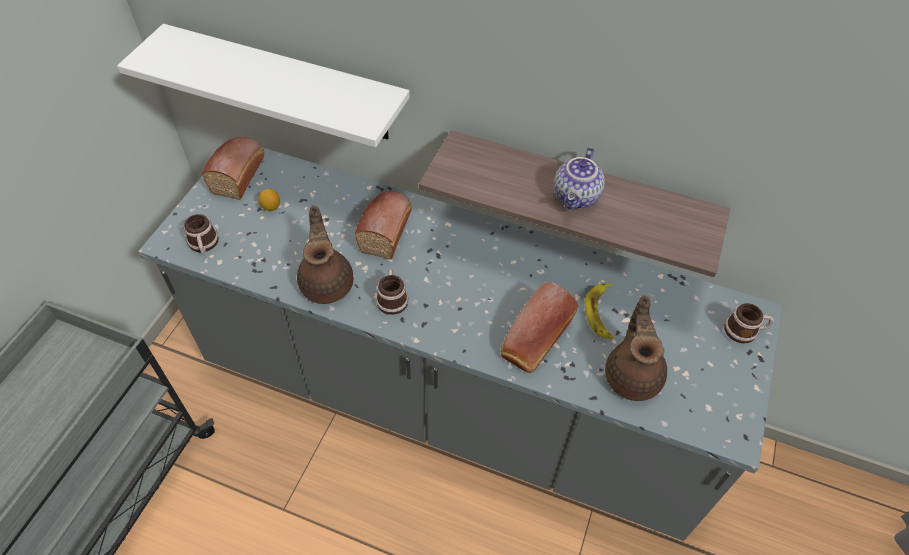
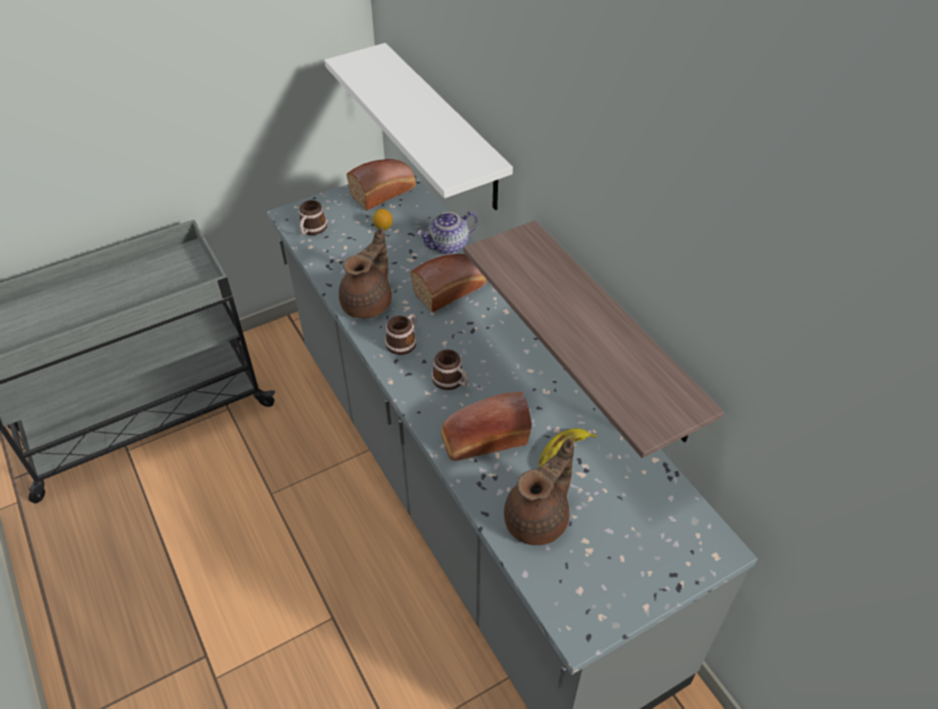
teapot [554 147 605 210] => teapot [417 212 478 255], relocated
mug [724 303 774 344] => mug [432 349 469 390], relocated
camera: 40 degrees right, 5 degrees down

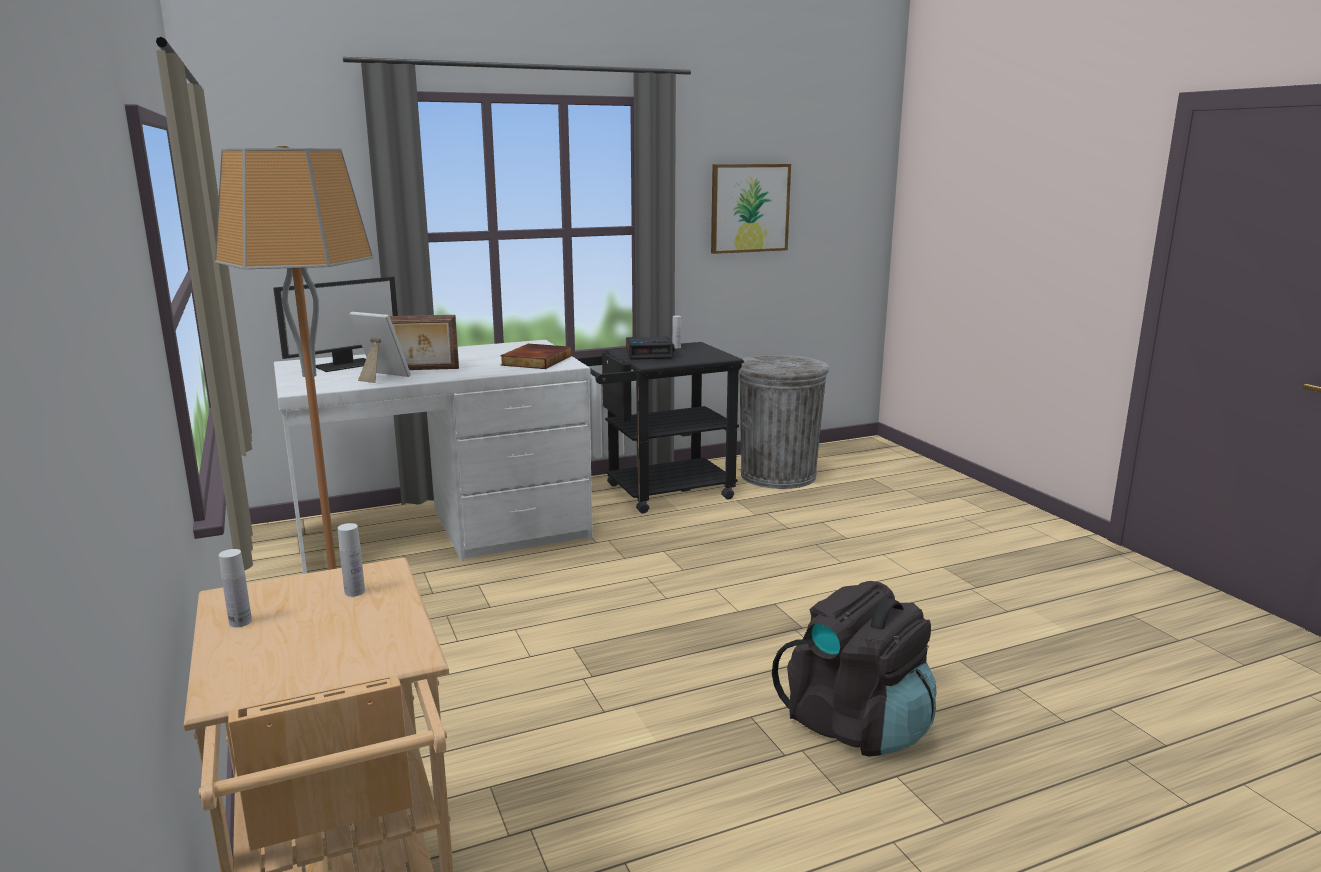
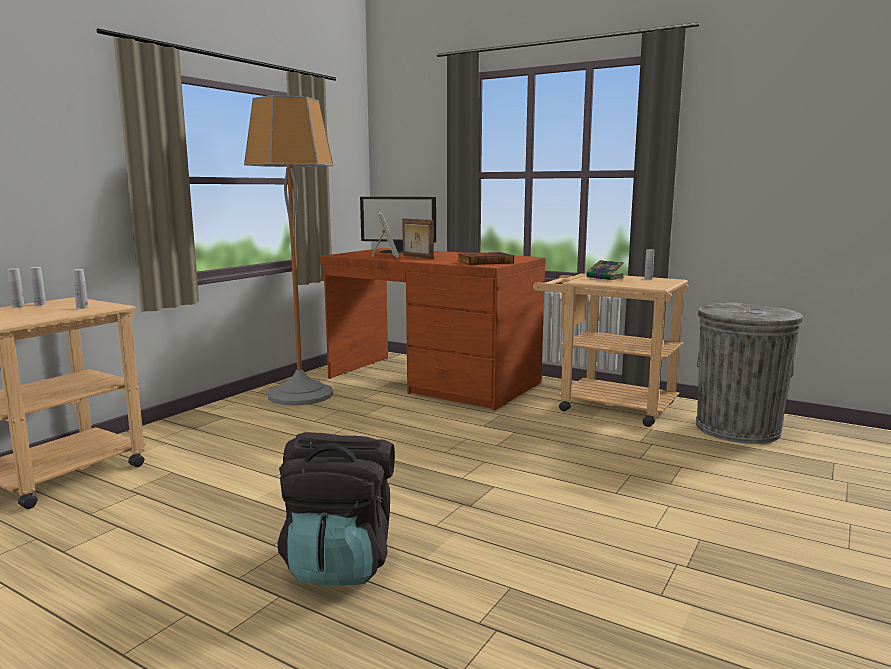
desk in white [274 340 593 574] => desk in brown [320 248 546 410]
cart in black [576 342 744 514] => cart in beige [533 273 689 427]
alarm clock [626 336 675 360] => book [586 260 624 280]
picture [711 164 791 254] => nothing
nothing => bottle in white [7 268 24 308]
camera: 55 degrees right, 5 degrees down

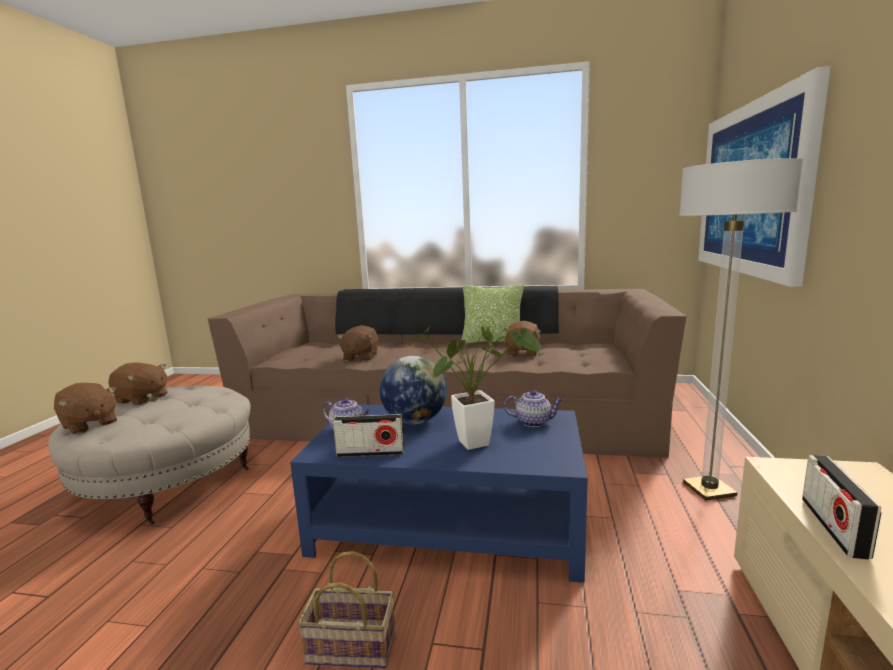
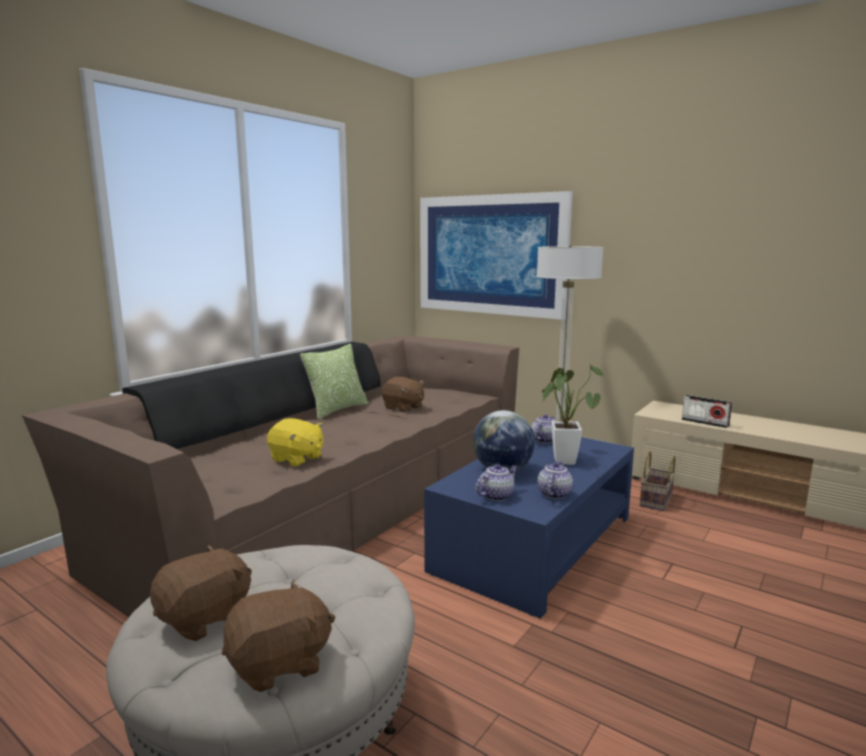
basket [297 551 395 668] => basket [639 451 675 511], relocated
radio [333 414 404 457] => teapot [537 461 573 499]
plush toy in brown [337 325 378 362] => plush toy in yellow [267 418 323 467]
camera: 65 degrees left, 0 degrees up

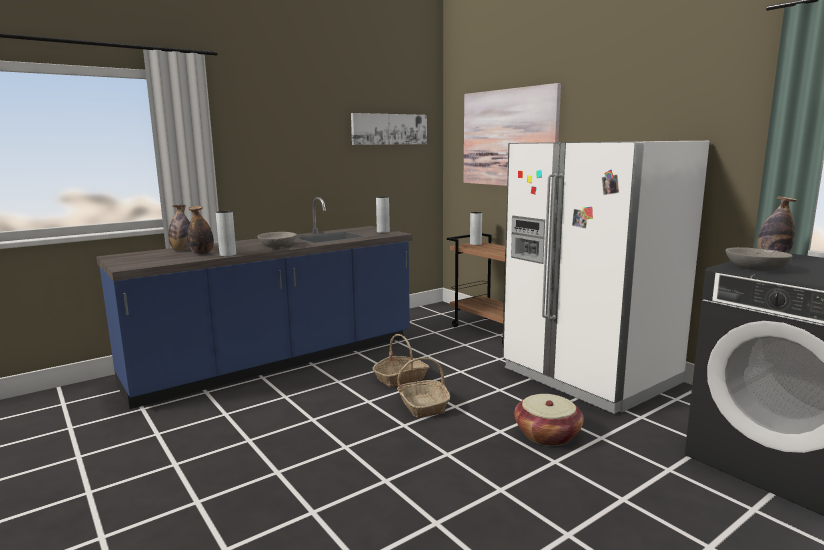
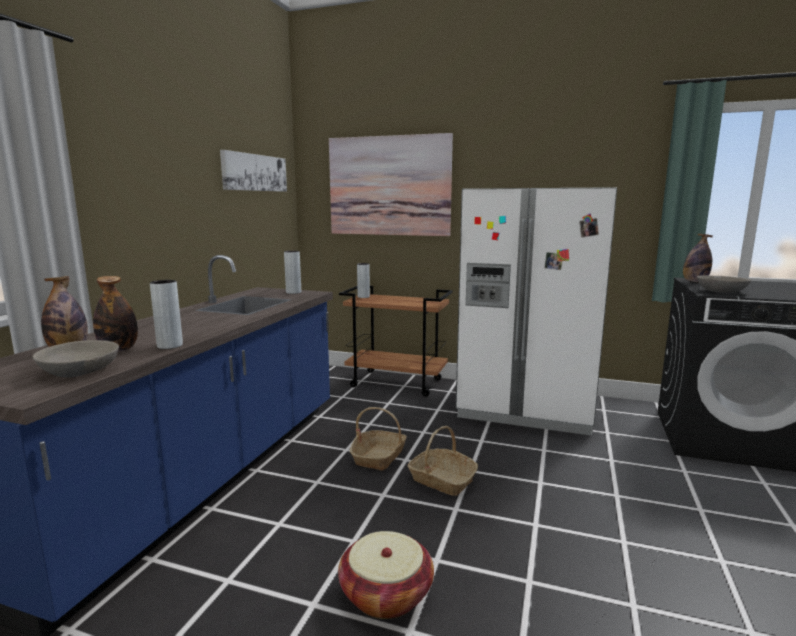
bowl in grey [258 232 297 248] => bowl in grey [32 340 119 377], relocated
basket [514 394 584 446] => basket [338 531 434 619], relocated
camera: 35 degrees left, 0 degrees up

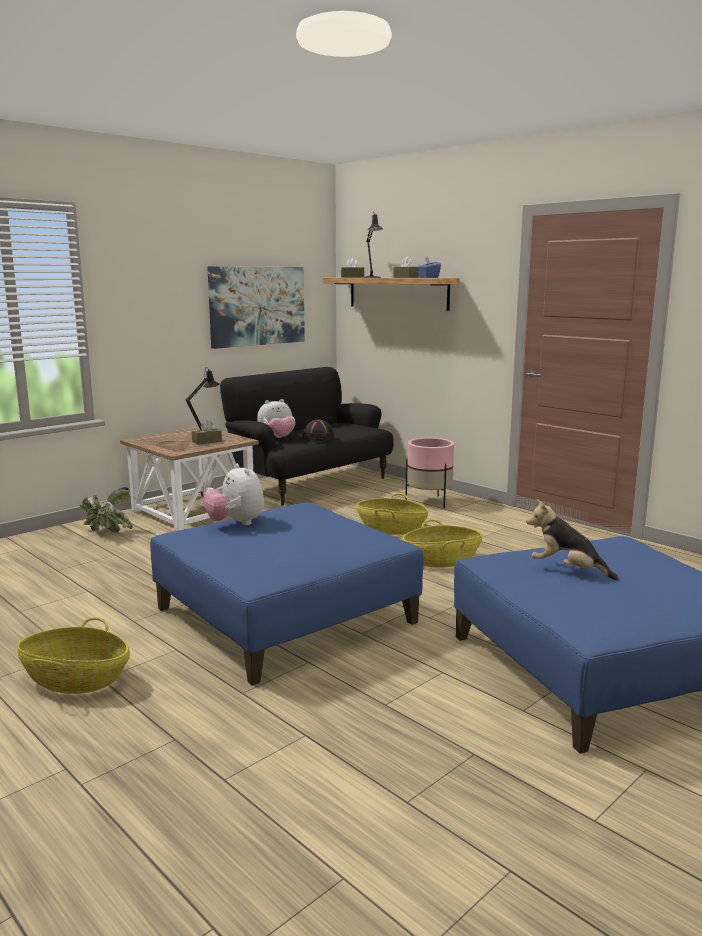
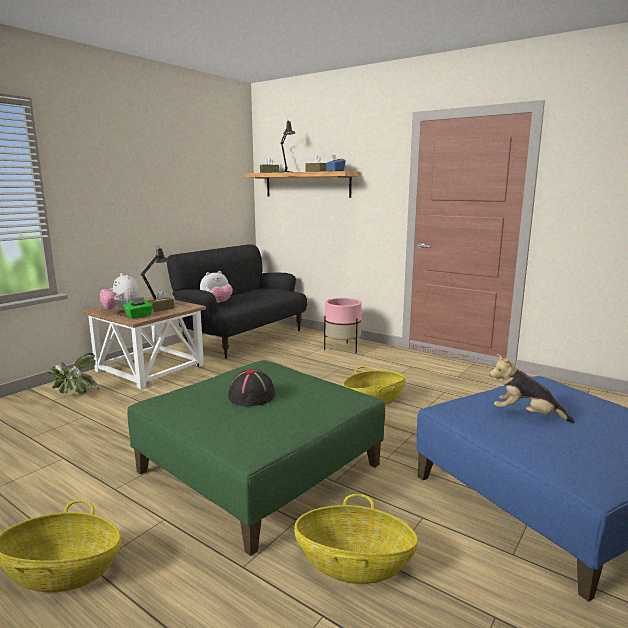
ottoman in blue [150 503 423 686] => ottoman in green [127 360 385 556]
plush toy [204 464 264 525] => plush toy [100 273 141 310], relocated
picture [207 266 305 349] => nothing
hat in black [303 419 335 442] => hat in black [228 369 276 406], relocated
basket [356 493 429 535] => basket [294 494 418 584], relocated
nothing => tissue box in green [123 297 153 318]
camera: 10 degrees left, 0 degrees up

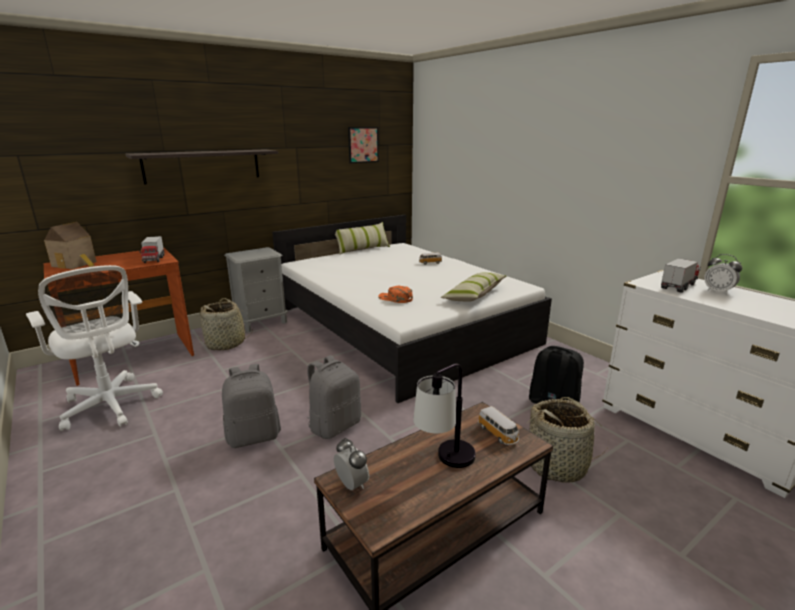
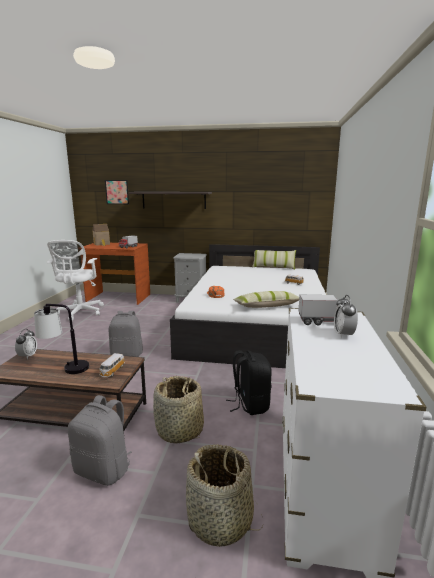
basket [198 298 253 350] => basket [186 444 263 547], relocated
backpack in grey [222 364 281 448] => backpack in grey [68 395 132 486], relocated
picture [348 127 379 163] => picture [105 180 129 204], relocated
camera: 45 degrees right, 5 degrees down

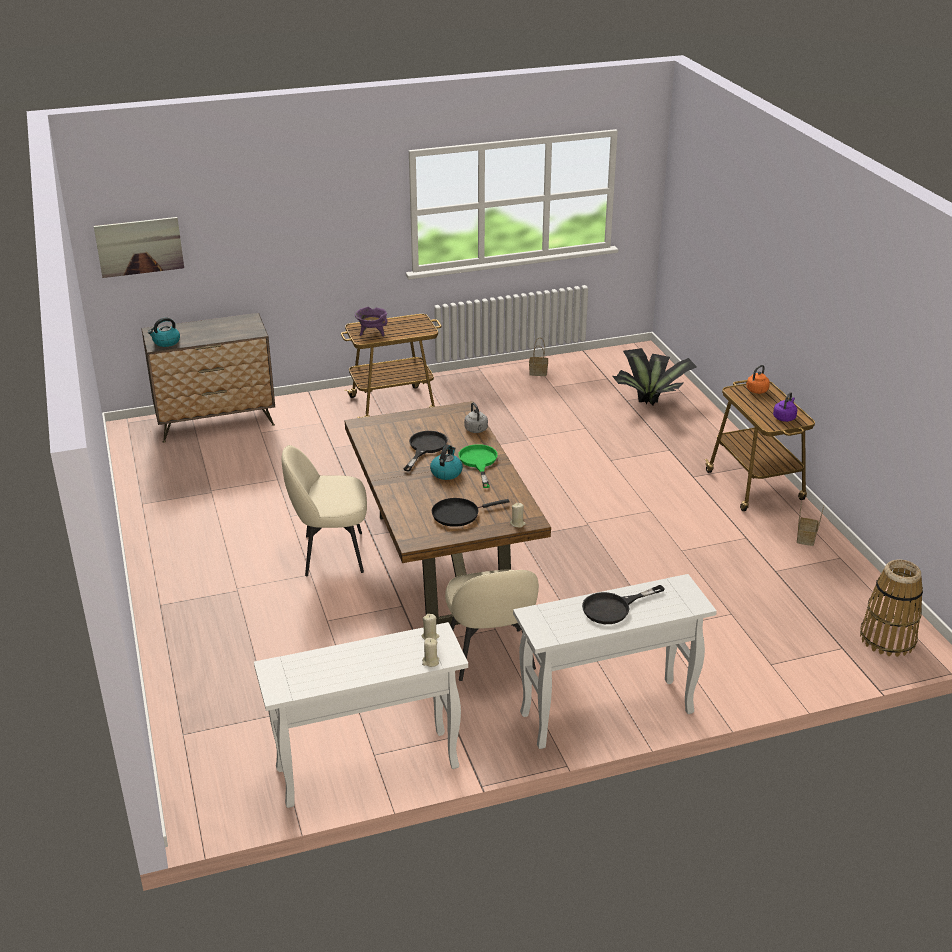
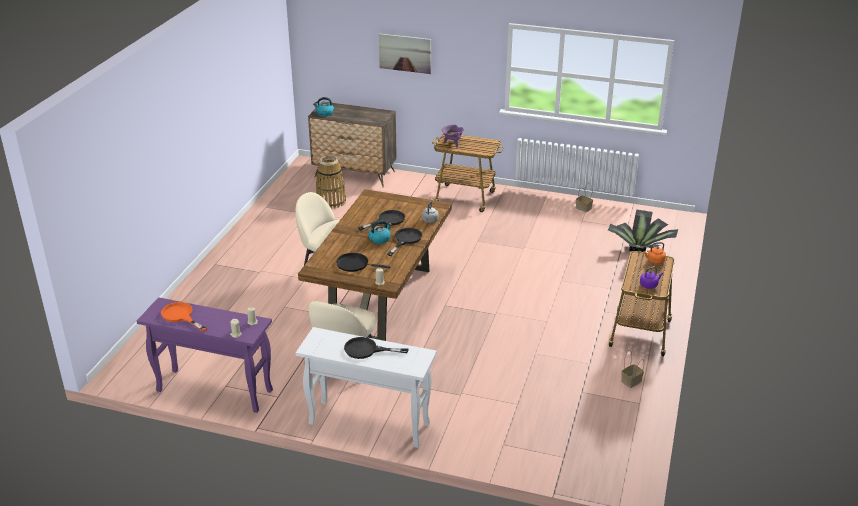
picture [94 217 184 278] => picture [379 33 431 74], relocated
console table in white [254 622 468 808] => console table in purple [137 297 273 413]
frying pan in green [458 444 498 488] => frying pan in black [387 228 422 256]
basket [860 560 923 657] => basket [316 155 346 209], relocated
nothing => frying pan in orange [161 302 207 332]
camera: 35 degrees right, 0 degrees up

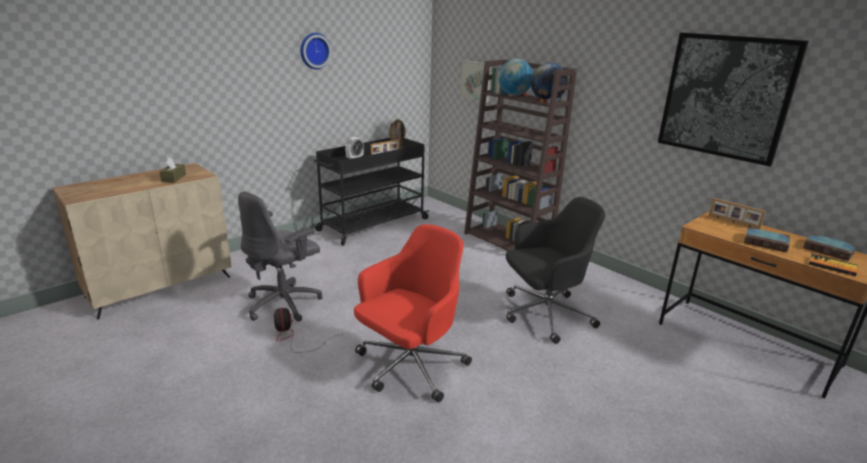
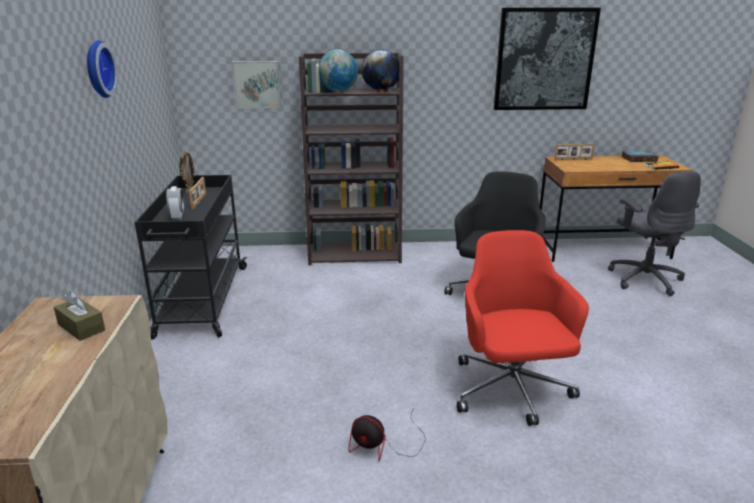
office chair in grey [238 191 322 322] => office chair in grey [608 171 701 296], relocated
book [744 227 790 253] => nothing
camera: 50 degrees left, 0 degrees up

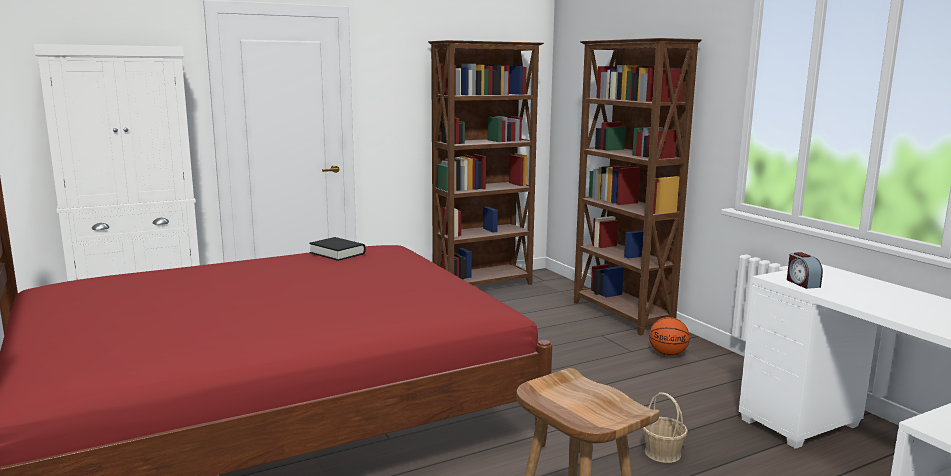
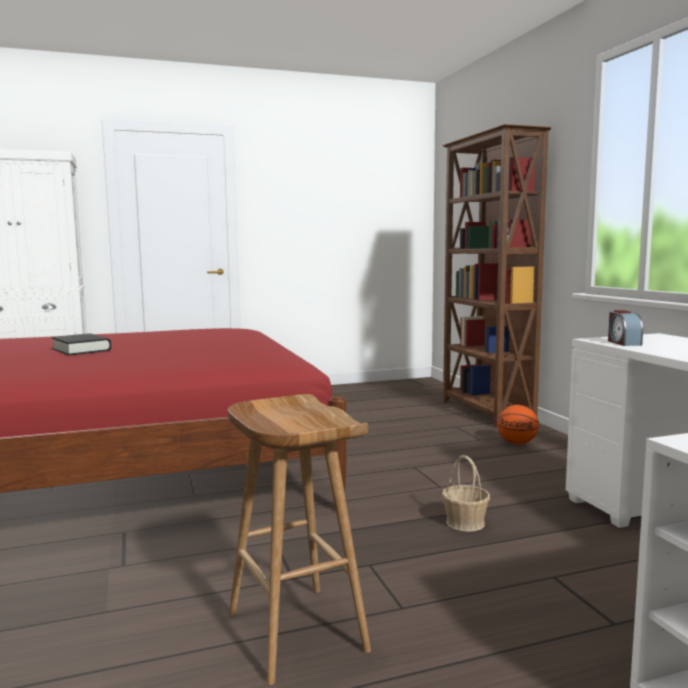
book in black [309 237 365 261] => book in black [51 333 111 355], relocated
bookcase in brown [428 40 544 286] => nothing
camera: 10 degrees right, 5 degrees down

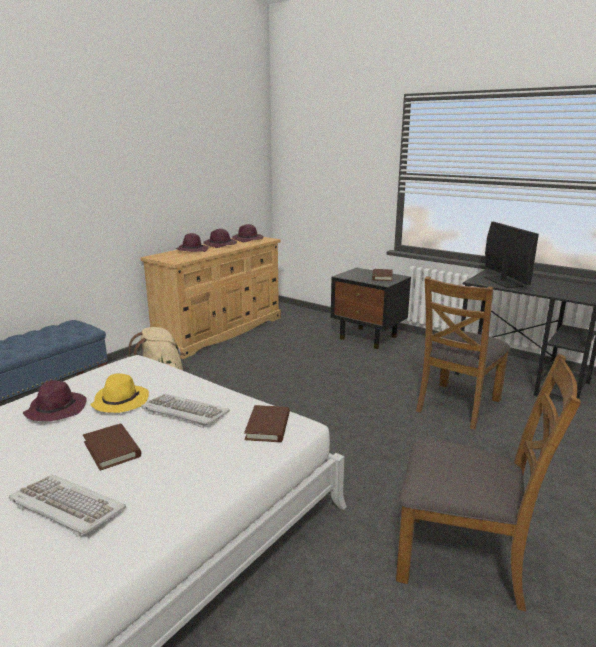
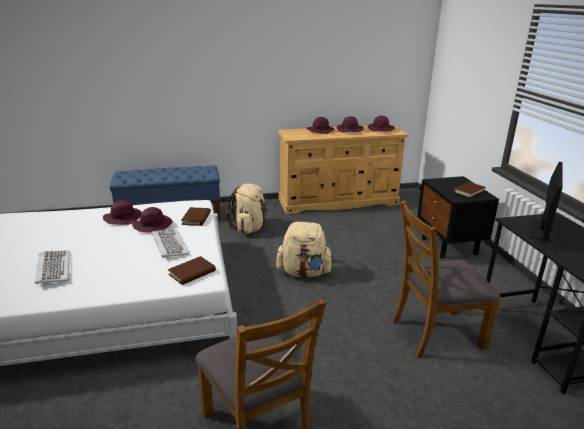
book in brown [83 424 141 471] => book in brown [181 207 211 226], relocated
hat in yellow [91 373 149 413] => hat in purple [132 207 173 233]
nothing => backpack in beige [276 222 334 277]
camera: 40 degrees right, 5 degrees up

